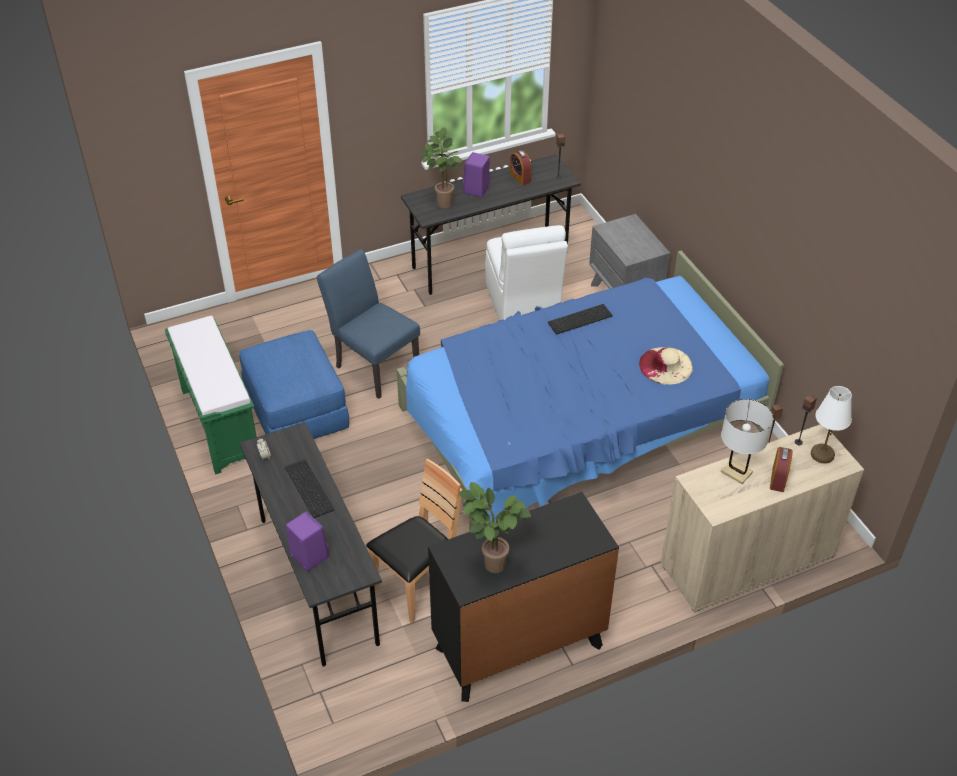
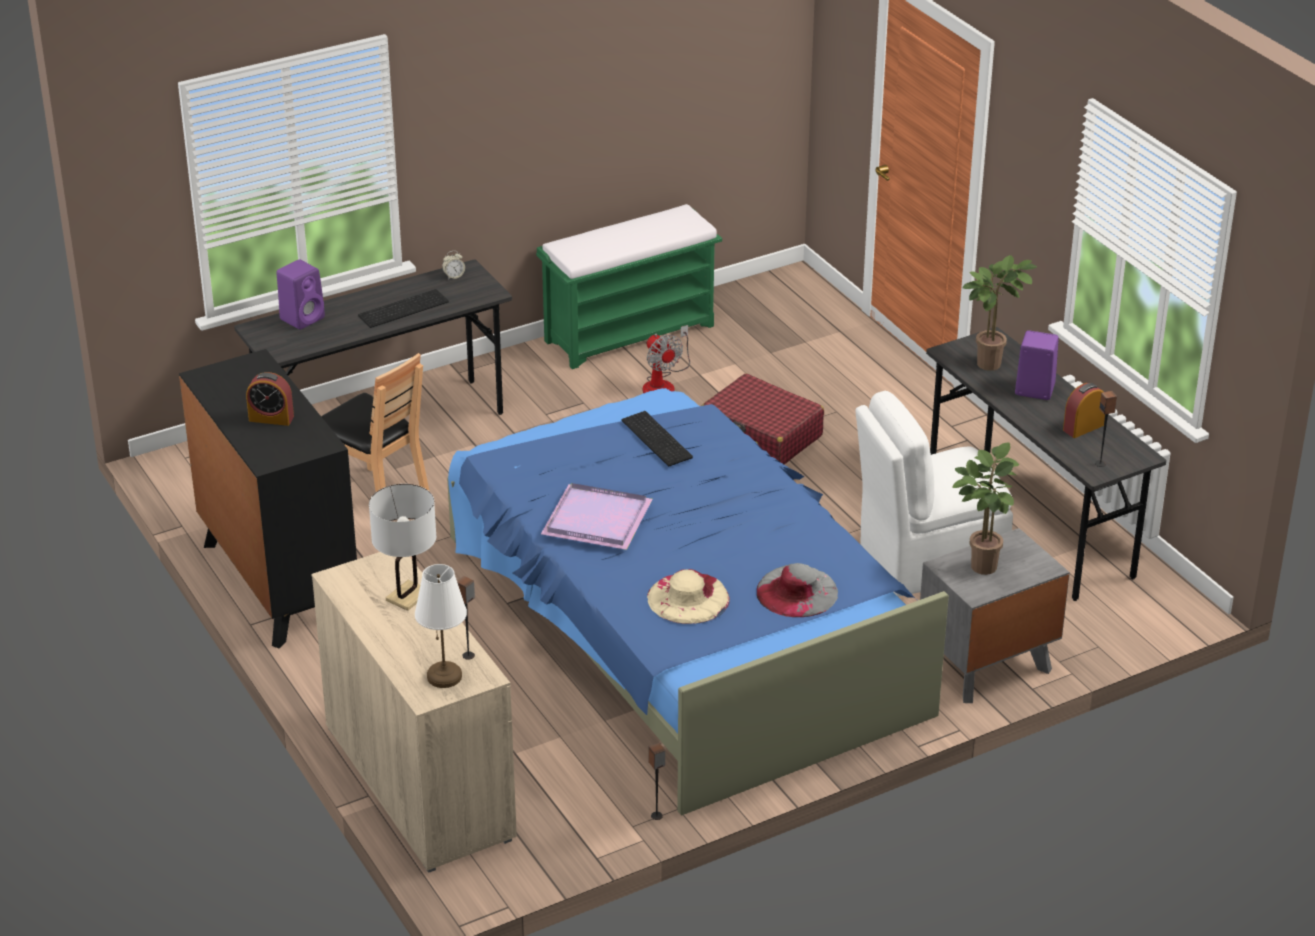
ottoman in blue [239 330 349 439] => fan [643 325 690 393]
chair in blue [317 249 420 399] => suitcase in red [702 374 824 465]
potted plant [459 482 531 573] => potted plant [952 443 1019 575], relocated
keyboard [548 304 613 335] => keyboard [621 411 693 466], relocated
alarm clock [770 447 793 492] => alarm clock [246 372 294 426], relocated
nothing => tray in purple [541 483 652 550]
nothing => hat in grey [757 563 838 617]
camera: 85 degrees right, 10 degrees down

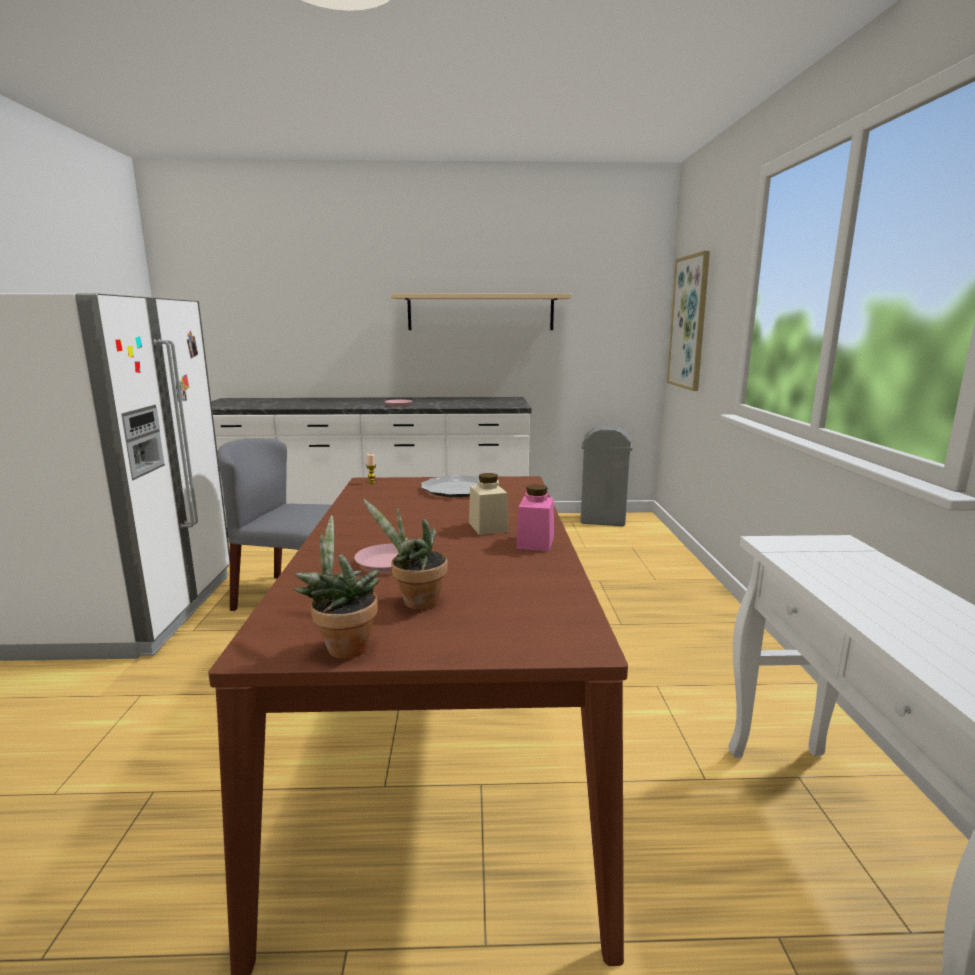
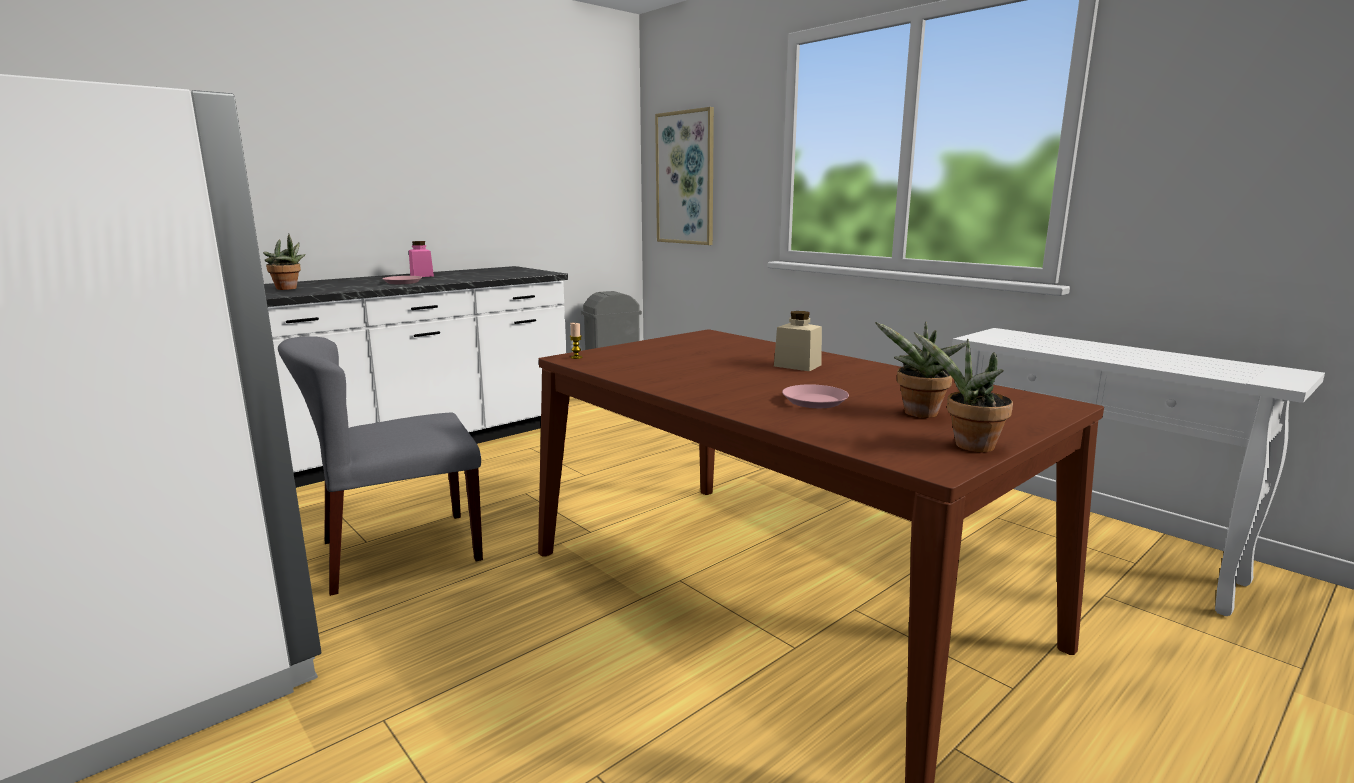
shelf in beige [391 293 572 330] => nothing
plate [421 475 479 497] => nothing
jar in pink [516 484 554 551] => jar in pink [409 241 434 277], relocated
nothing => potted plant [263 234 306 290]
camera: 40 degrees left, 0 degrees up

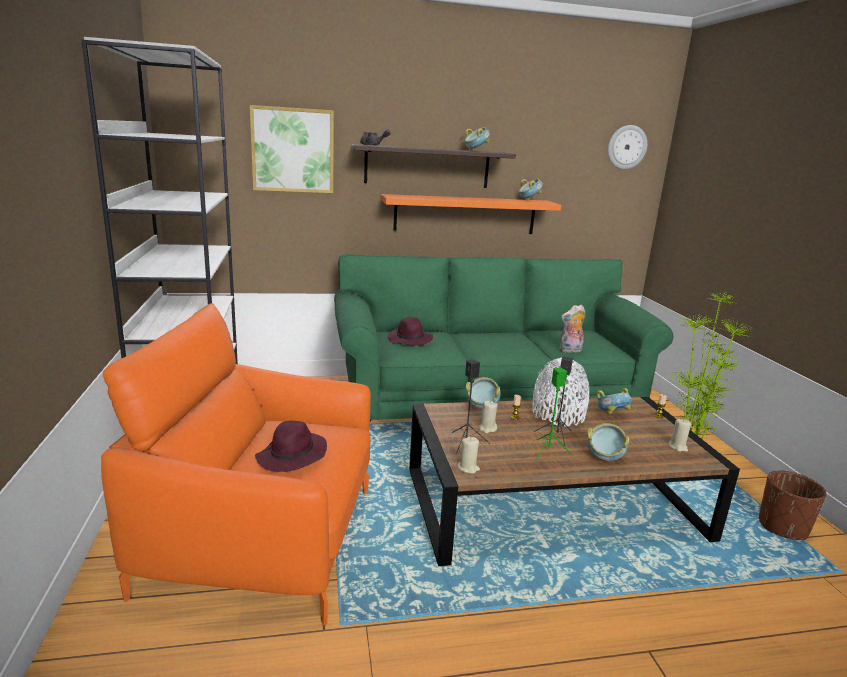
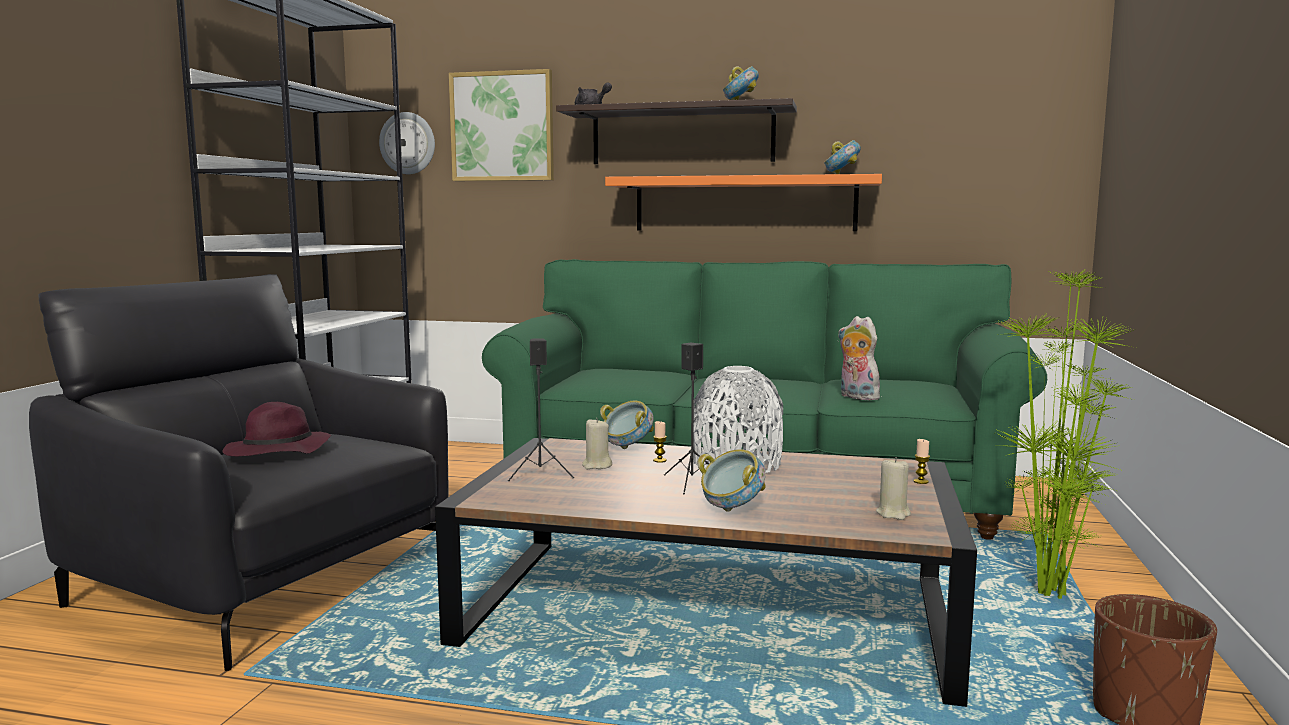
armchair in orange [101 303 371 625] => armchair in black [29 274 448 671]
hat in purple [388 317 433 346] => nothing
candle in beige [457 437 480 474] => nothing
speaker in green [536 367 573 461] => nothing
plush toy [559 305 585 353] => plush toy [838 316 880 400], 45 degrees clockwise
bowl [596 388 632 414] => nothing
wall clock [608 125 647 169] => wall clock [379 112 435 174], relocated
camera: 25 degrees right, 10 degrees down

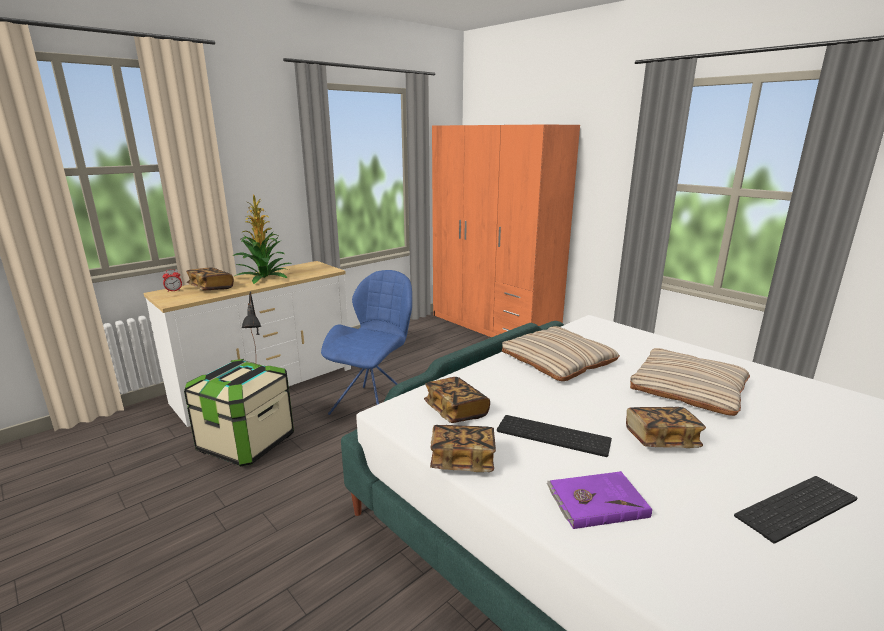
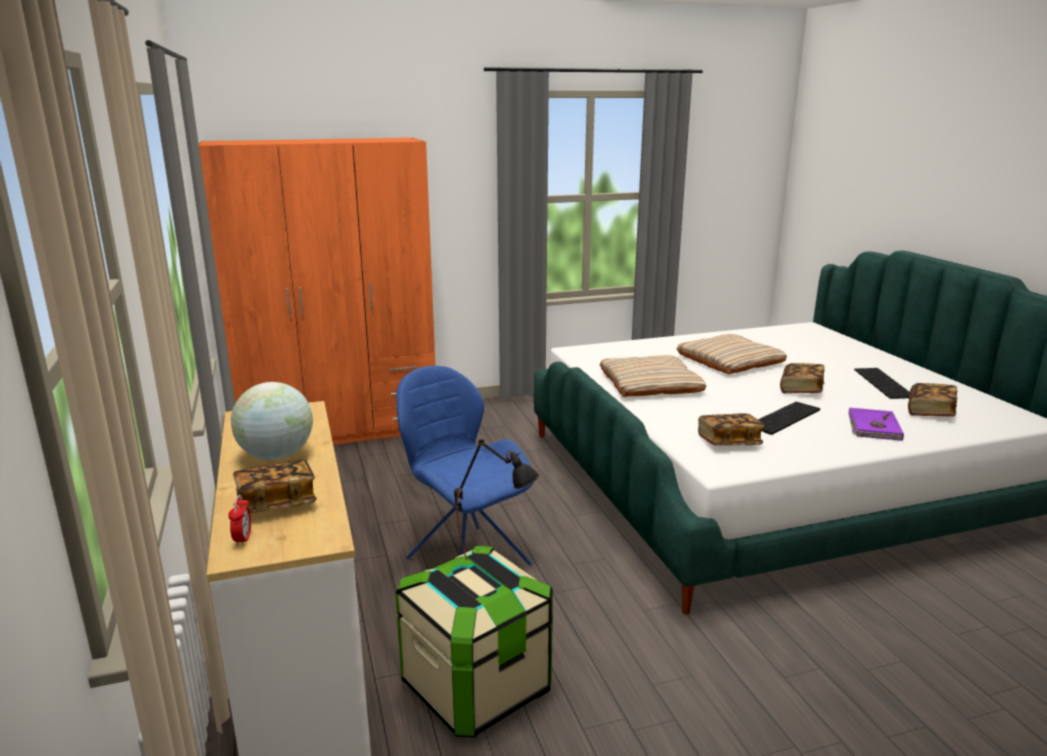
potted plant [233 194 292 284] => globe [231 382 313 460]
book [430 425 496 472] => book [908 383 957 416], relocated
camera: 65 degrees left, 0 degrees up

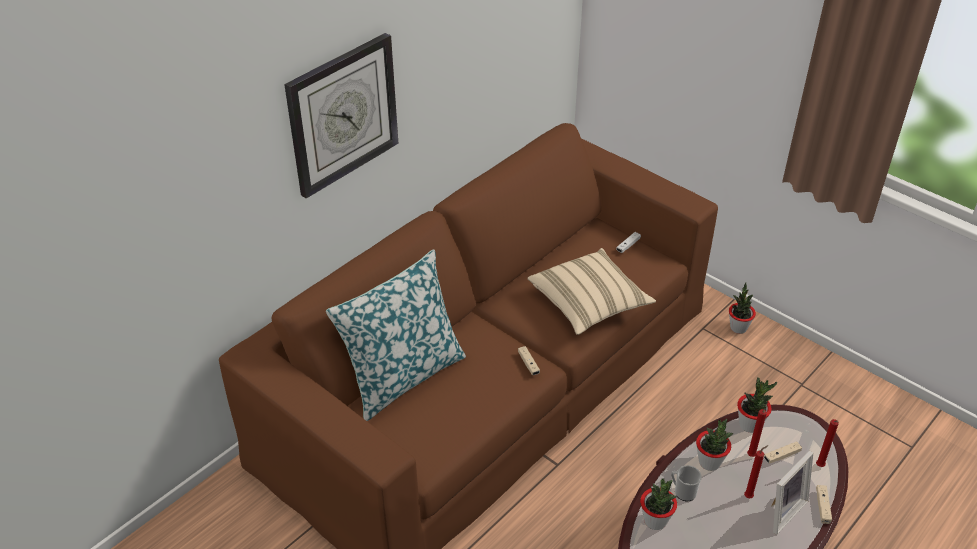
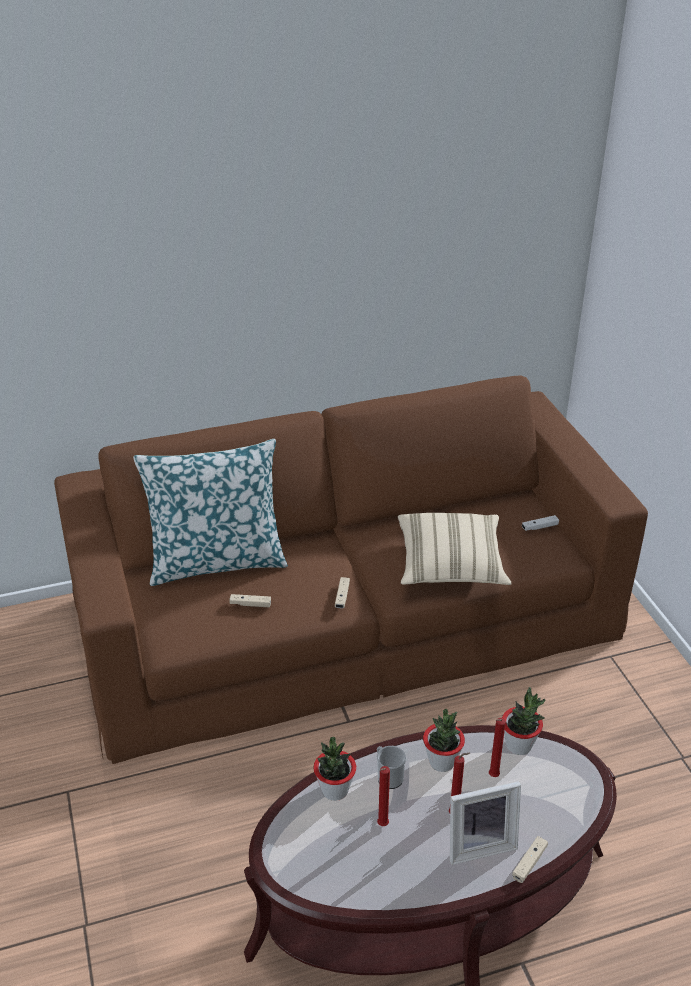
wall clock [284 33 399 198] => nothing
potted plant [729 282 756 334] => nothing
game controller in beige [764 441 802 464] => game controller in beige [229 594 271 607], relocated
candle in red [816 419 839 467] => candle in red [377 766 390 826], relocated
camera: 30 degrees right, 5 degrees down

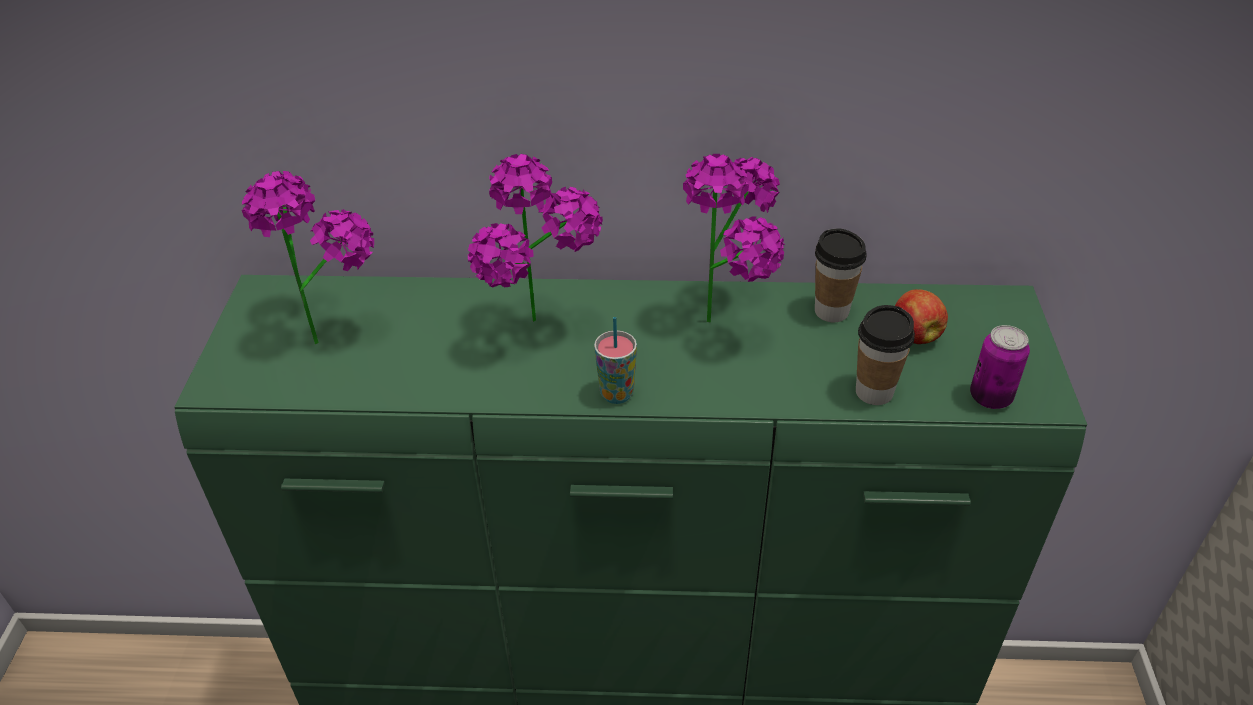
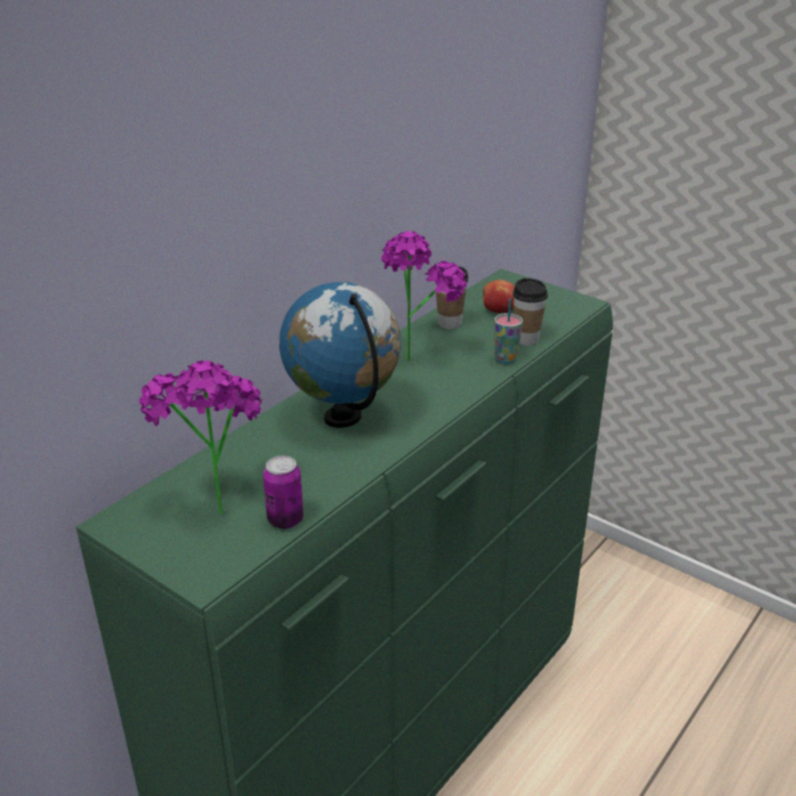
potted plant [468 154 603 322] => globe [279 282 401 428]
cup [594 317 637 404] => cup [494 299 523 364], relocated
can [970 325 1030 409] => can [263 456 304 529], relocated
camera: 55 degrees left, 10 degrees down

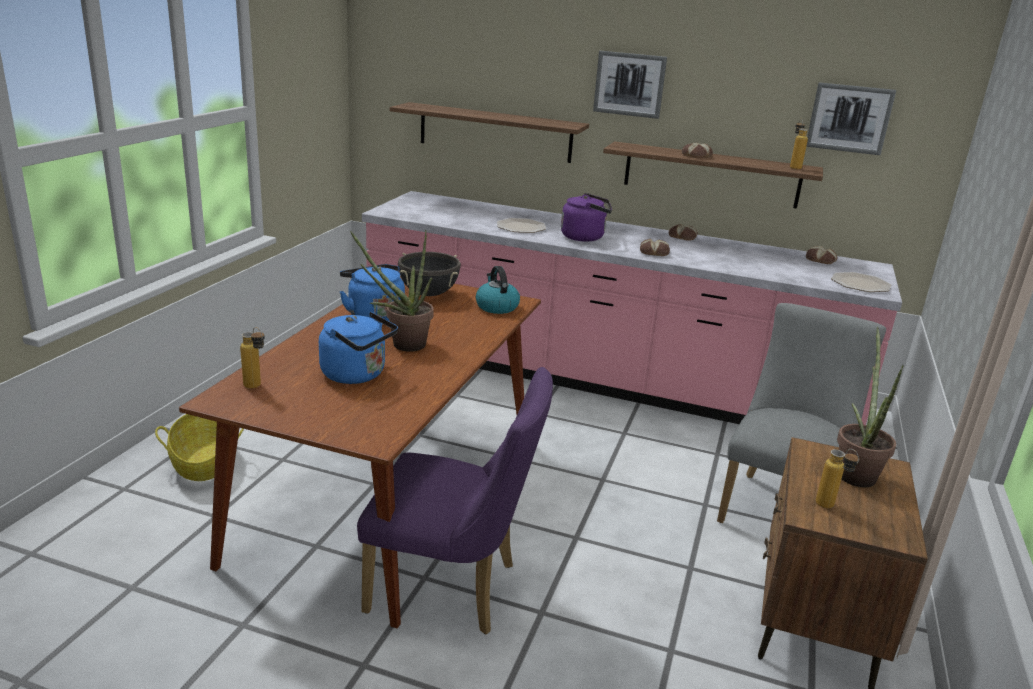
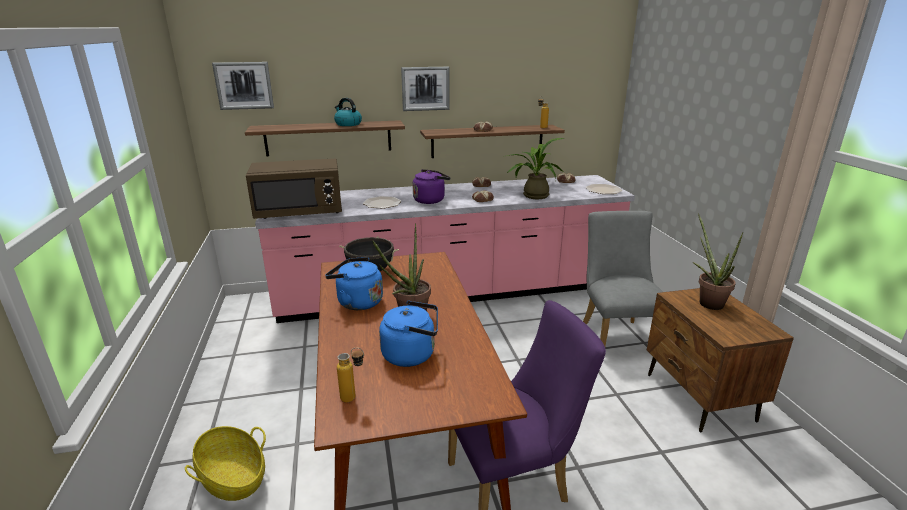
kettle [476 266 520 314] => kettle [334 98 362 126], relocated
picture [806 82 896 155] => picture [212 62 274 110], relocated
bottle [816 449 859 509] => nothing
nothing => microwave in brown [246 159 342 219]
nothing => potted plant [503 138 565 199]
camera: 30 degrees left, 0 degrees up

